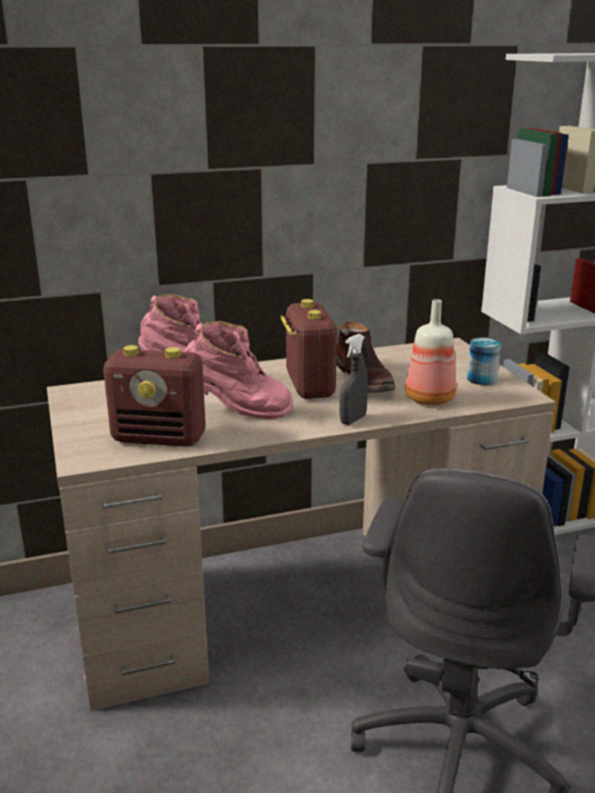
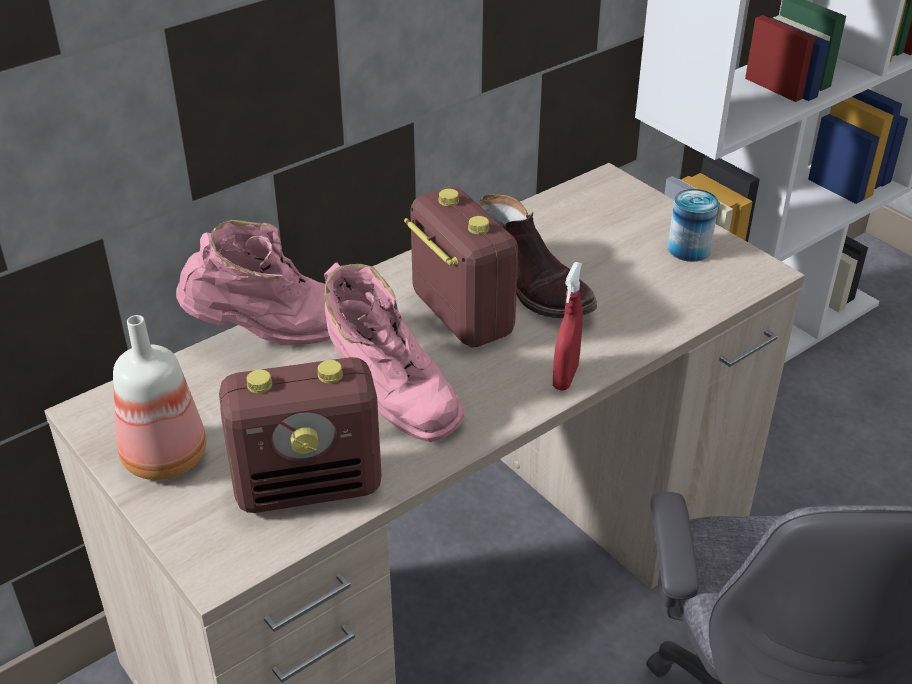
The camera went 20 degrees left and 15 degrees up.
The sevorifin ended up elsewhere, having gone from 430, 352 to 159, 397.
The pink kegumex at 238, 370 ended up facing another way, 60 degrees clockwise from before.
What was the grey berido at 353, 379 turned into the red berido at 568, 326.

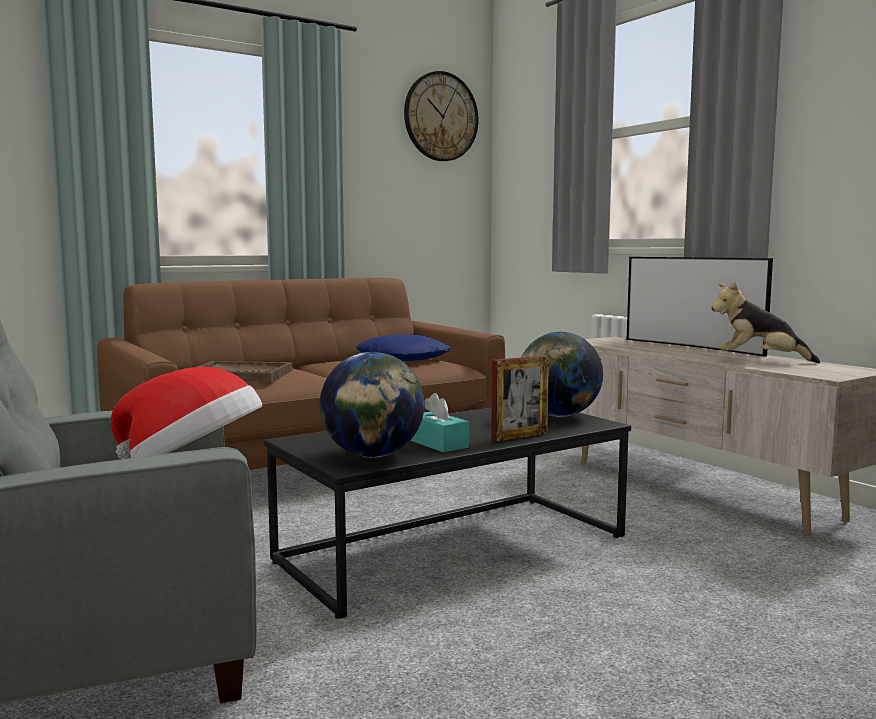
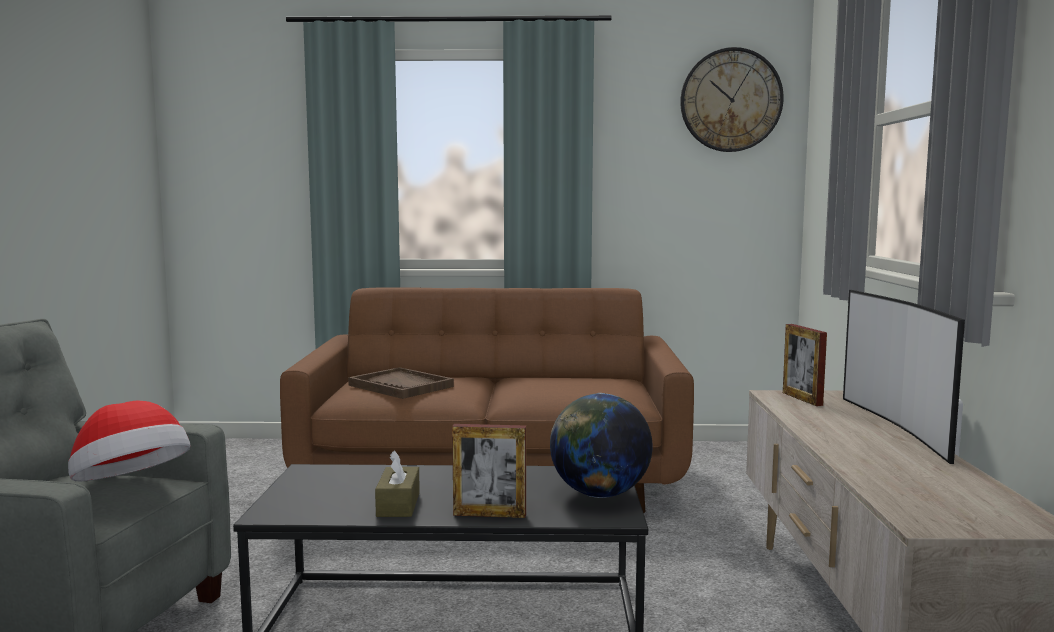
The camera went 35 degrees right and 0 degrees up.
The second view lost the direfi at 765, 322.
The second view lost the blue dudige at 404, 348.
The second view lost the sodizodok at 372, 405.
What was the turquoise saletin at 439, 422 turned into the brown saletin at 397, 483.
The second view gained the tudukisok at 805, 365.

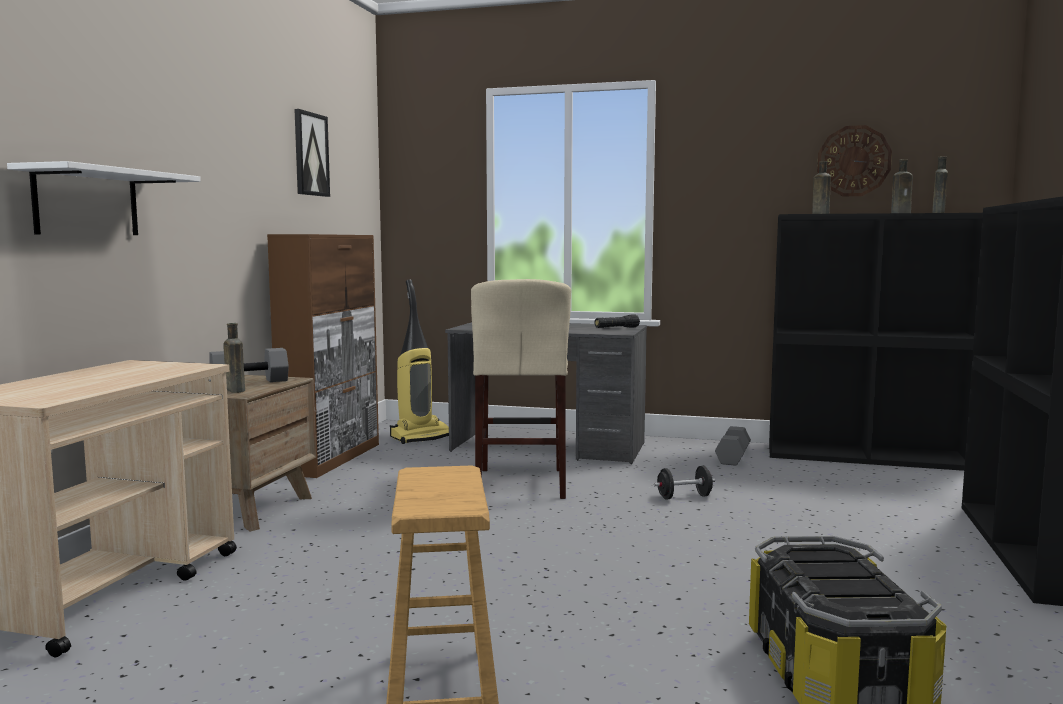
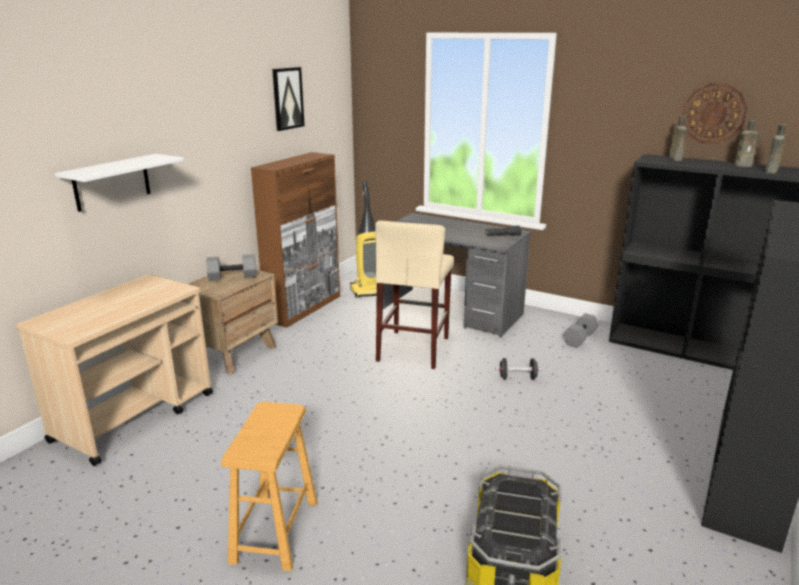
The camera went 15 degrees right and 15 degrees up.
The second view lost the brown sevorifin at 234, 358.

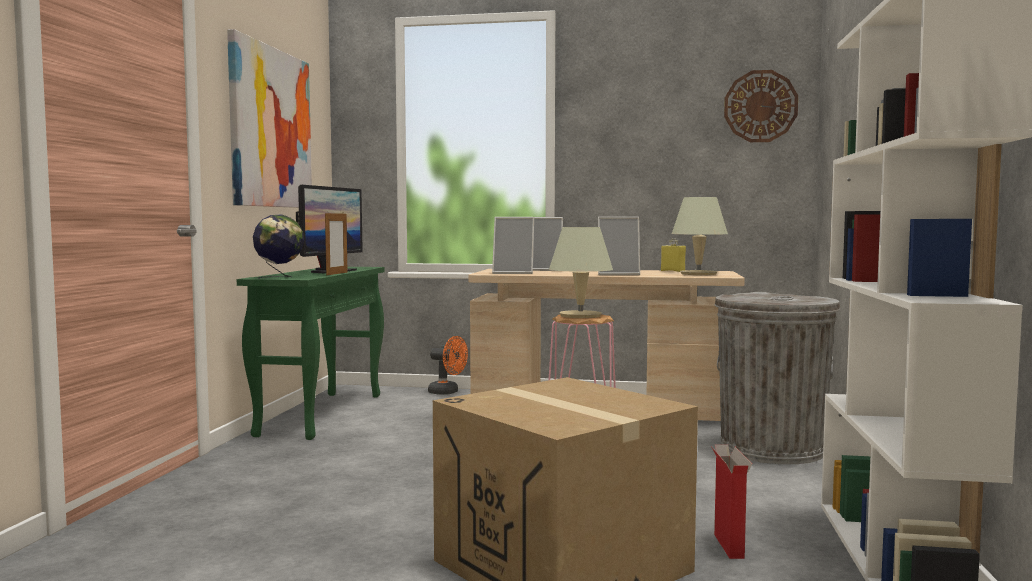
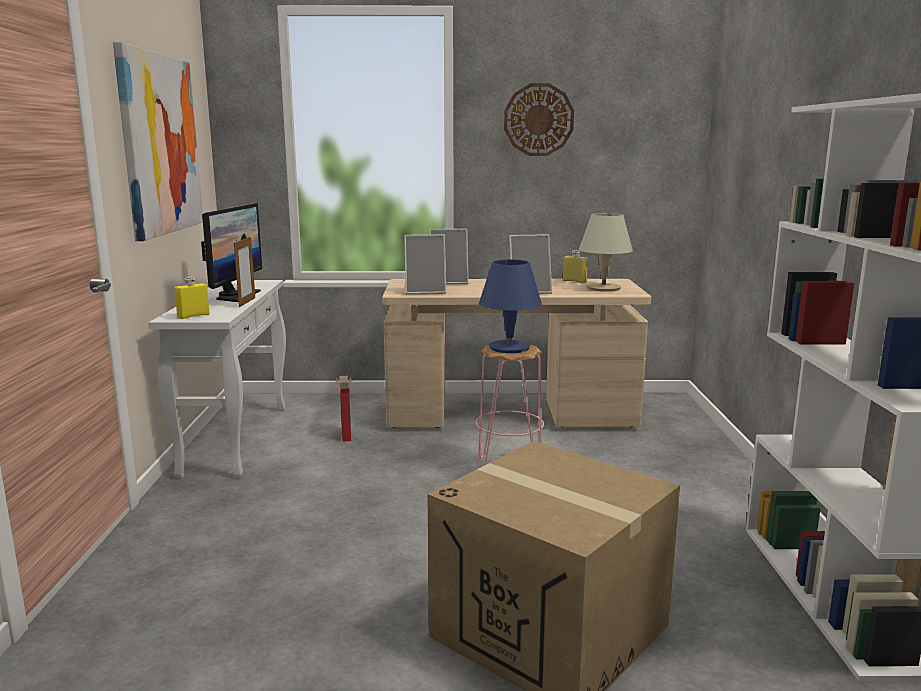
The camera went 10 degrees left and 10 degrees up.
The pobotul ended up elsewhere, having gone from 761, 106 to 539, 119.
Where the sodizodok stood at 278, 247, the yellow sevorifin came to stand at 192, 298.
What was the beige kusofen at 581, 272 turned into the blue kusofen at 510, 306.
What was the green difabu at 311, 353 turned into the white difabu at 217, 379.
The second view lost the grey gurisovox at 777, 378.
The second view lost the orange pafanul at 448, 365.
The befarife ended up elsewhere, having gone from 732, 501 to 344, 409.

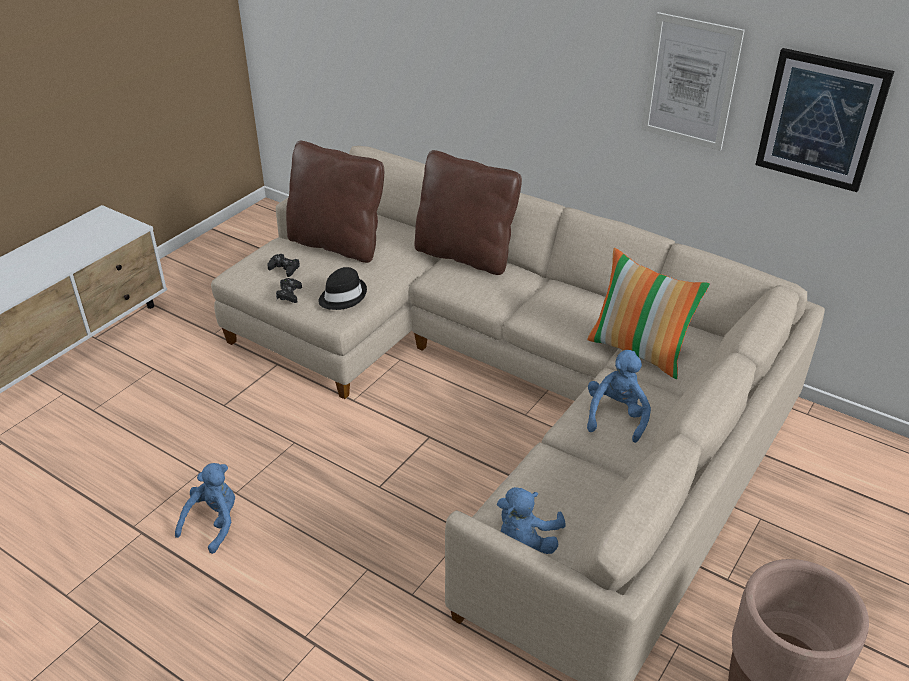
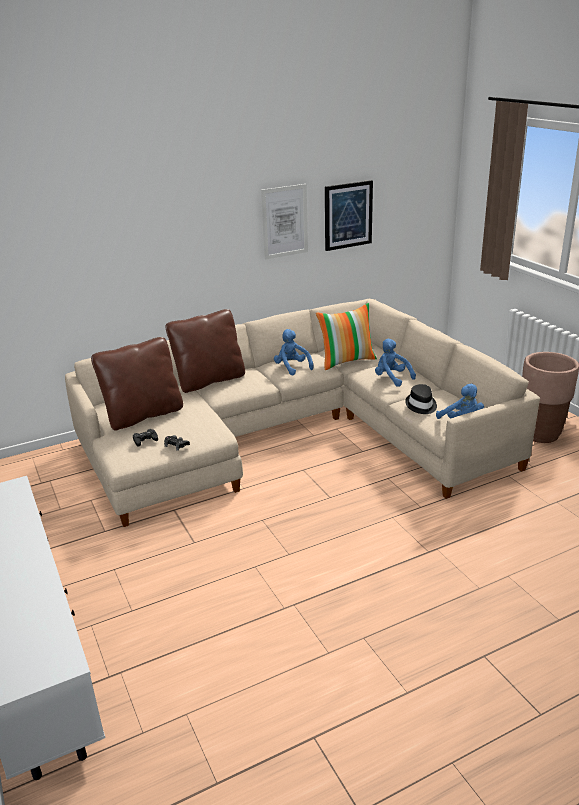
The camera went 60 degrees left and 10 degrees down.
The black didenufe ended up elsewhere, having gone from 342, 288 to 421, 399.
The blue direfi ended up elsewhere, having gone from 205, 508 to 294, 352.

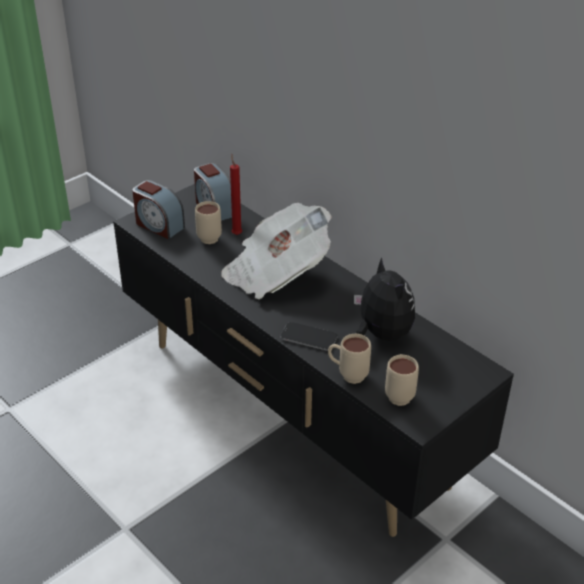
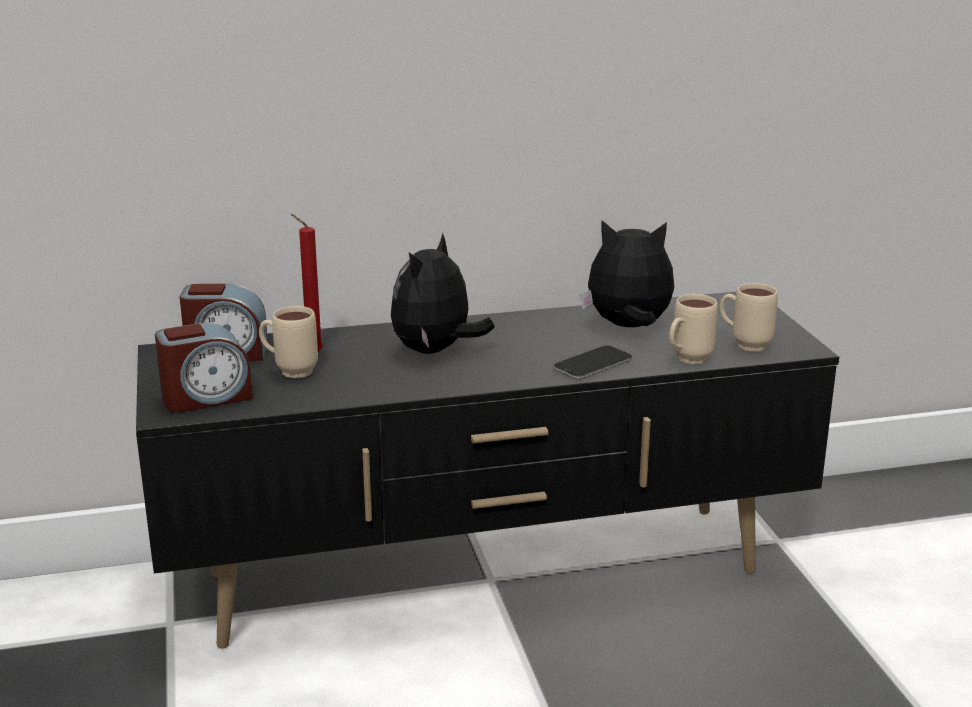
The camera went 60 degrees left and 15 degrees down.
Where the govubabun stood at 277, 251, the direfi came to stand at 443, 293.

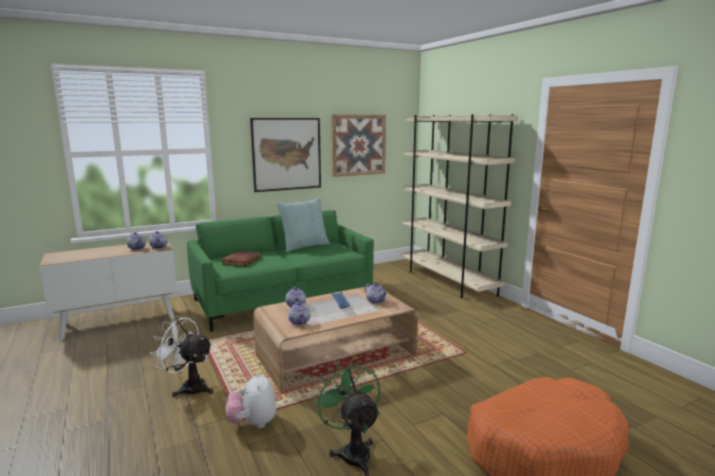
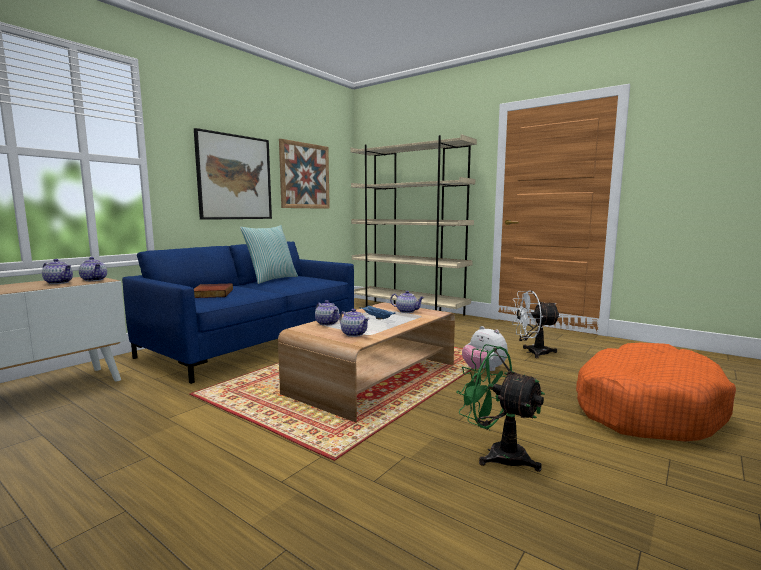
The camera went 25 degrees left and 5 degrees down.
What was the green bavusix at 280, 271 turned into the blue bavusix at 238, 312.
The white pafanul ended up elsewhere, having gone from 181, 356 to 536, 324.
The direfi ended up elsewhere, having gone from 251, 400 to 485, 348.

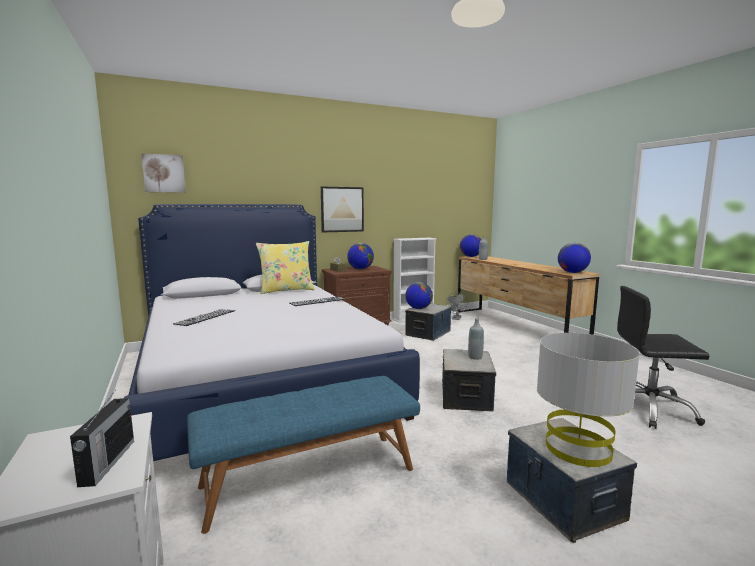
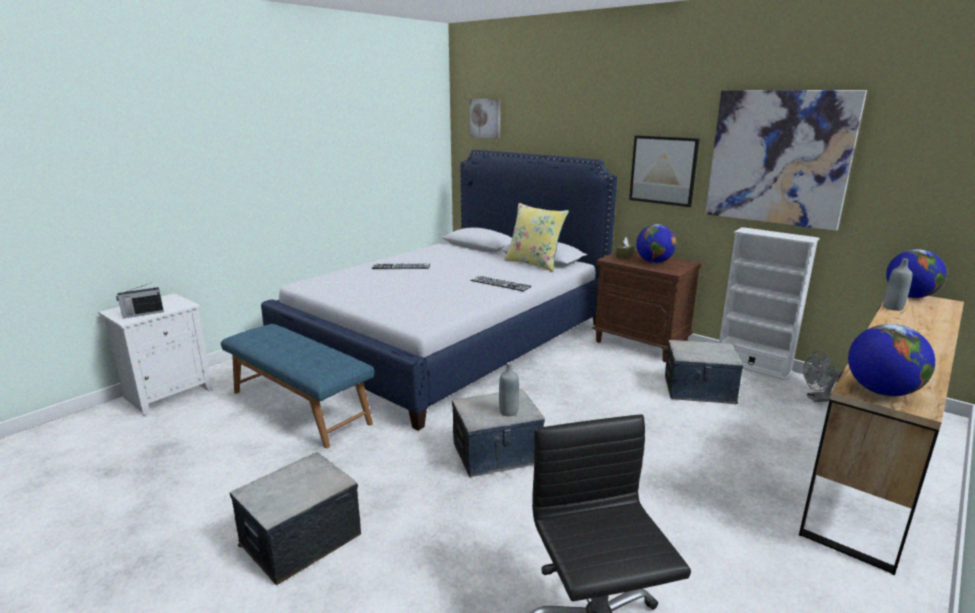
The camera went 65 degrees right and 10 degrees up.
The second view lost the sodizodok at 419, 295.
The second view lost the grey kusofen at 588, 400.
The second view gained the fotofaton at 786, 160.

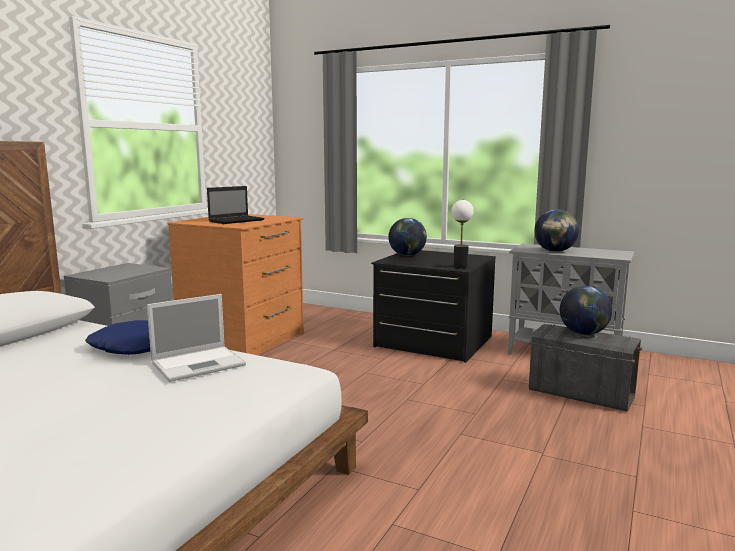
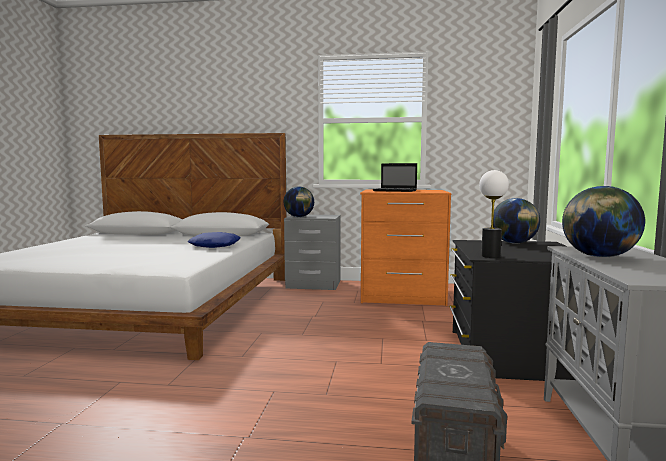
The camera went 70 degrees right and 5 degrees down.
The sodizodok ended up elsewhere, having gone from 586, 310 to 299, 201.
The second view lost the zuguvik at 196, 338.

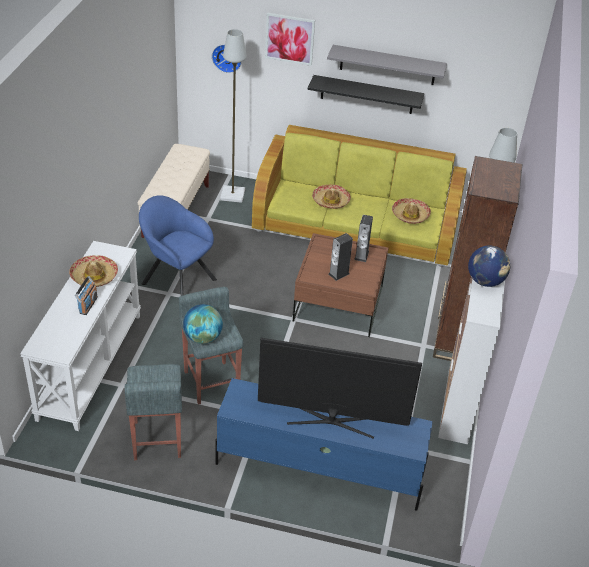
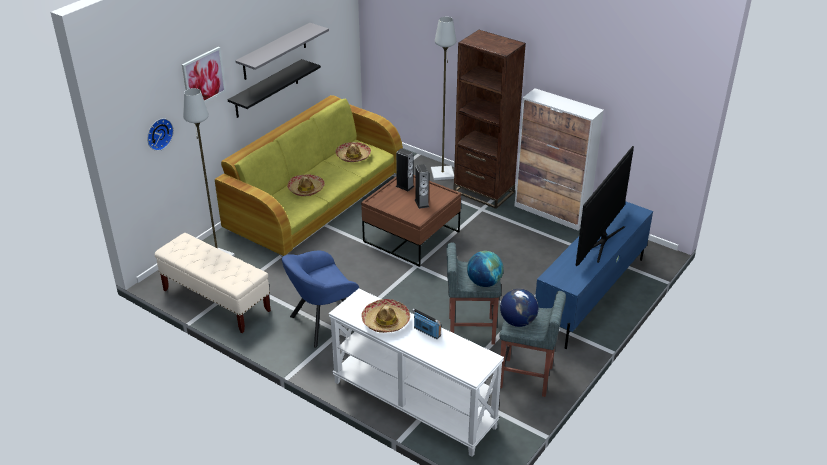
The camera went 65 degrees left and 5 degrees down.
The sodizodok ended up elsewhere, having gone from 489, 266 to 519, 308.

